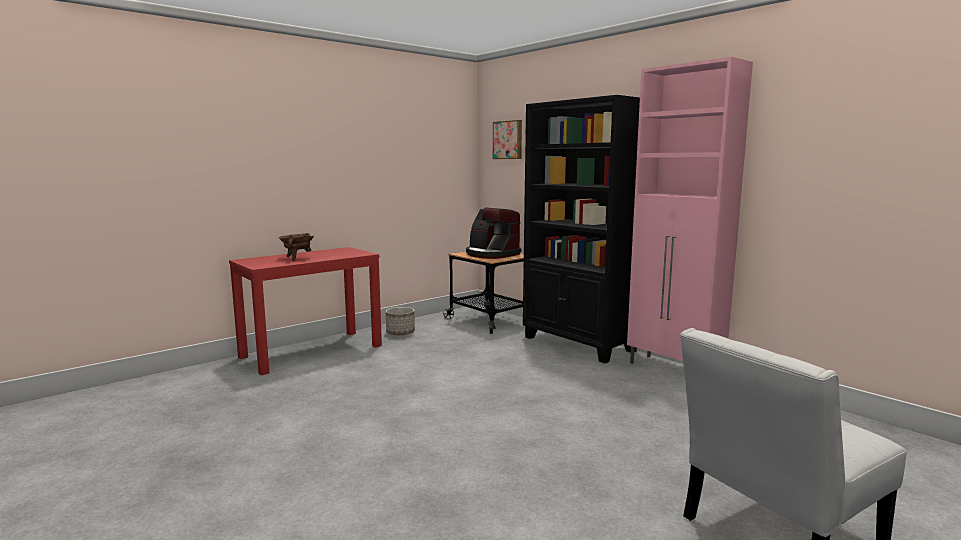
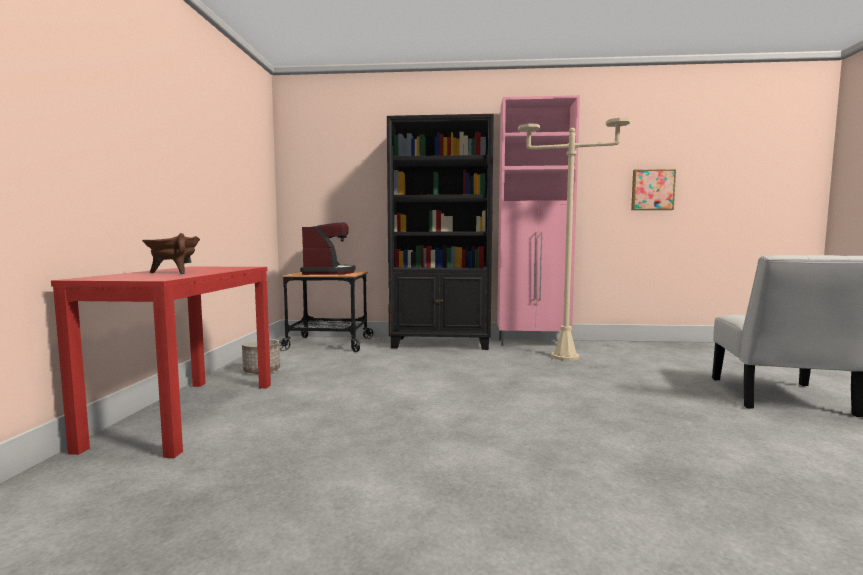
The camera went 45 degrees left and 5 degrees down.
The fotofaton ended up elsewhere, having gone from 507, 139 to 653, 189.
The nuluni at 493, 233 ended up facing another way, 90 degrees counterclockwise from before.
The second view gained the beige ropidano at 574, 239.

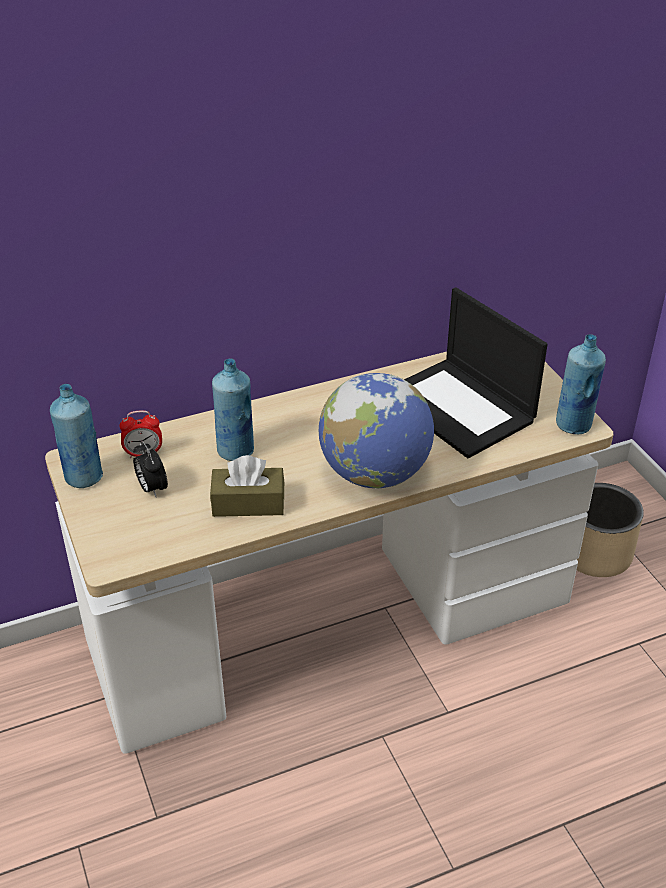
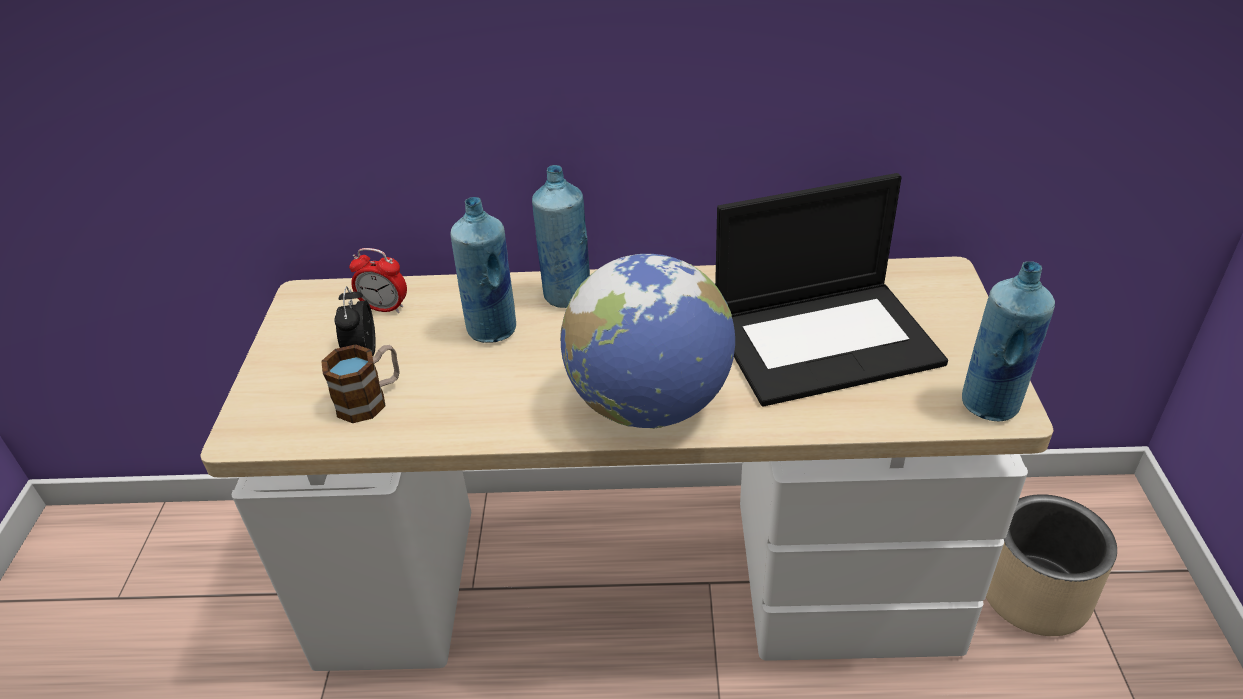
The camera went 25 degrees right and 0 degrees up.
The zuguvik at 476, 372 ended up facing another way, 90 degrees counterclockwise from before.
The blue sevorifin ended up elsewhere, having gone from 76, 436 to 561, 236.
The second view lost the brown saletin at 247, 486.
The second view gained the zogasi at 360, 383.

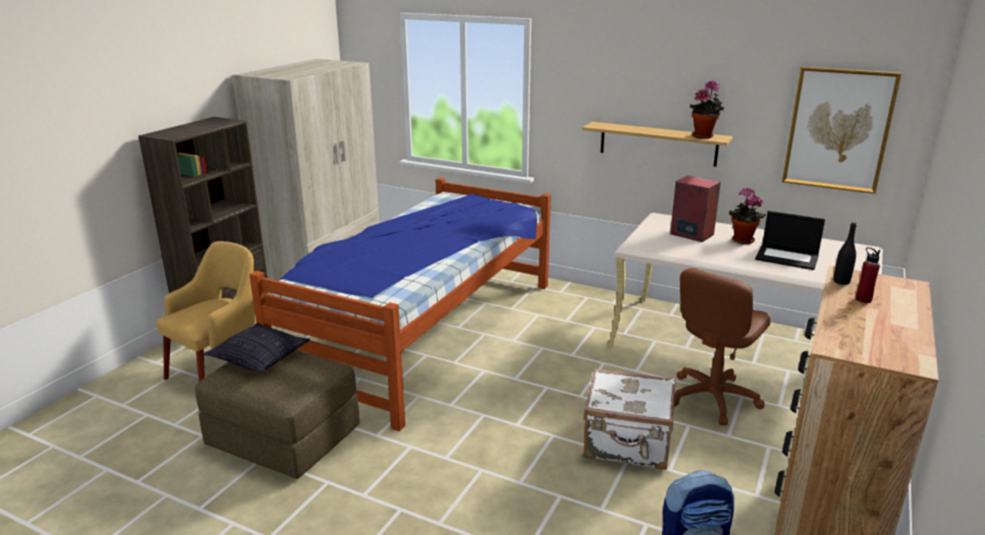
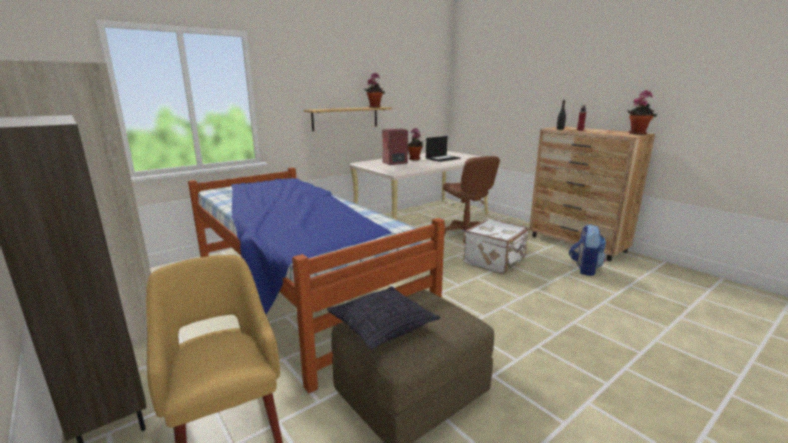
The camera went 65 degrees left and 5 degrees down.
The second view lost the fotofaton at 841, 130.
The second view gained the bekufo at 642, 112.

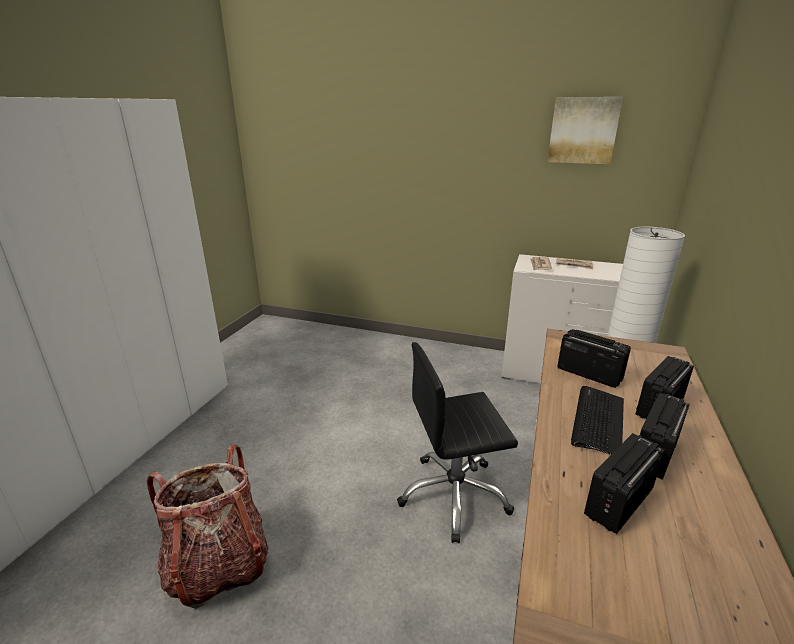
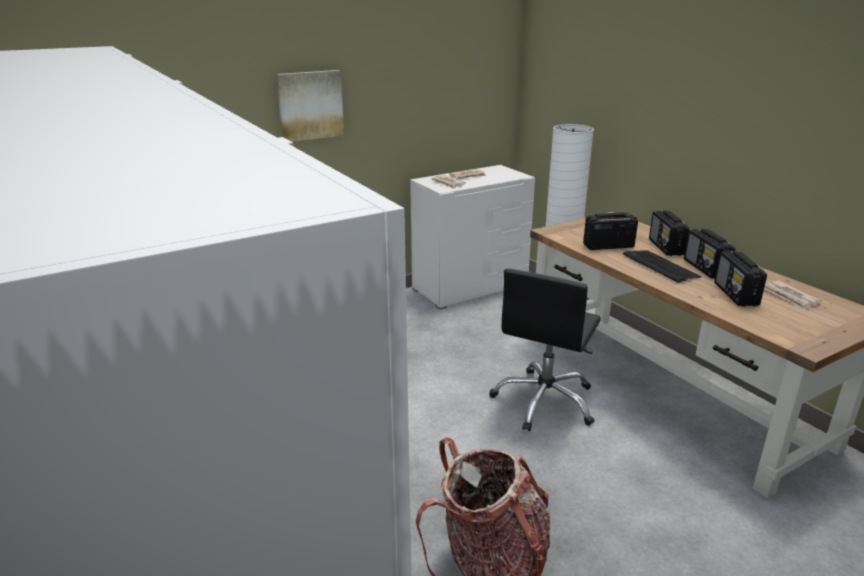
The camera went 50 degrees left and 0 degrees up.
The fotofaton ended up elsewhere, having gone from 585, 130 to 310, 106.
The second view gained the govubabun at 793, 295.

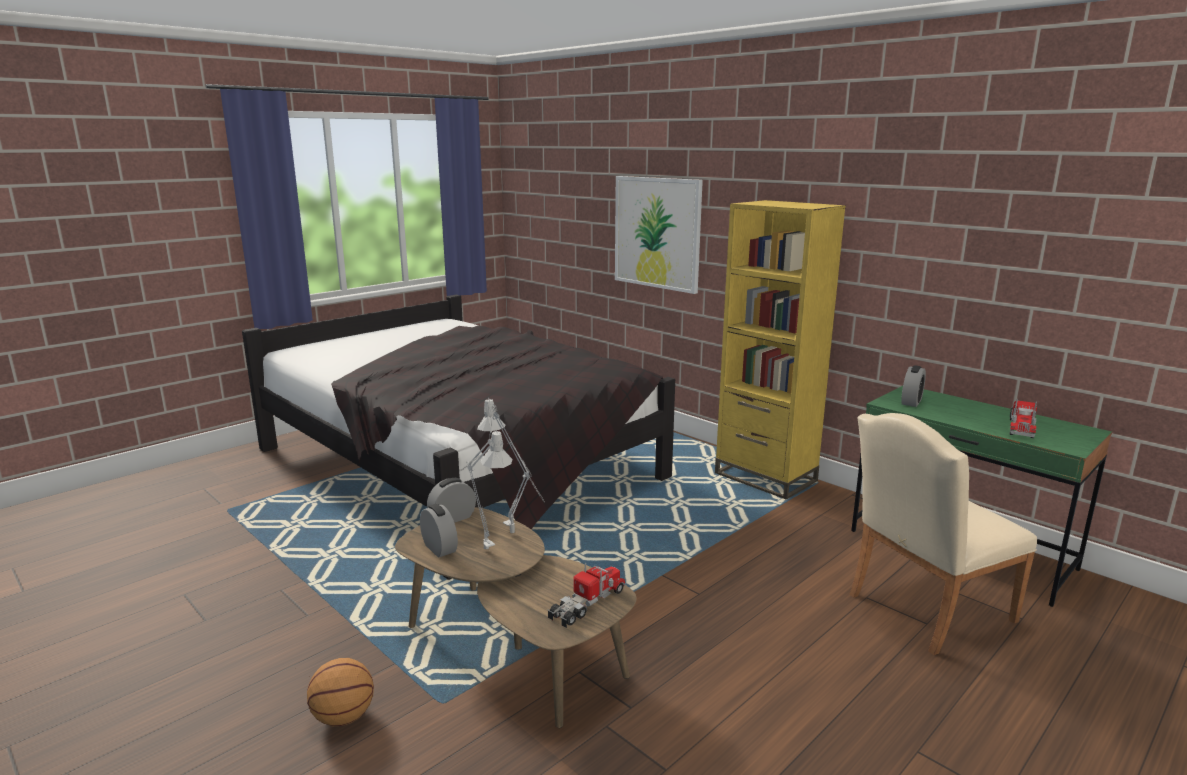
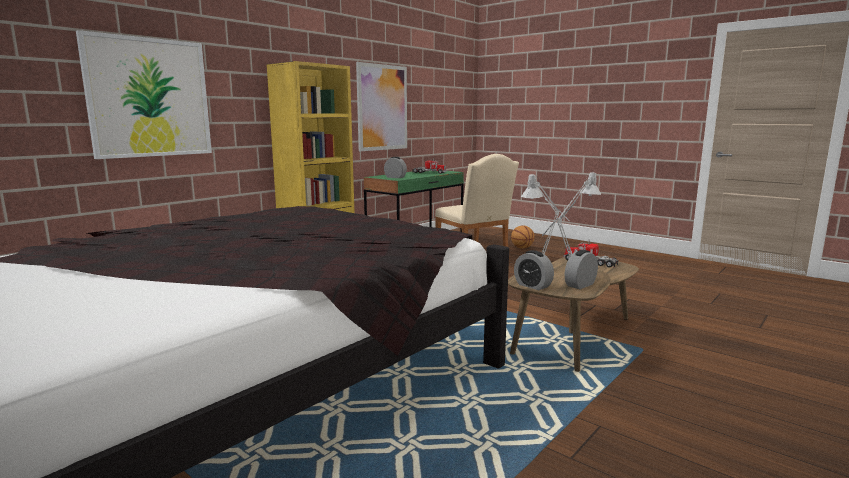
The camera went 95 degrees left and 5 degrees down.
The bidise ended up elsewhere, having gone from 340, 692 to 523, 237.
The second view gained the fotofaton at 381, 106.

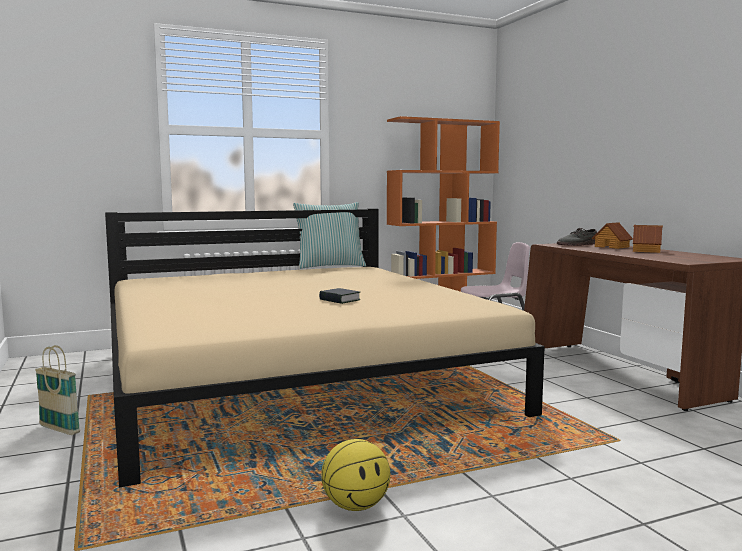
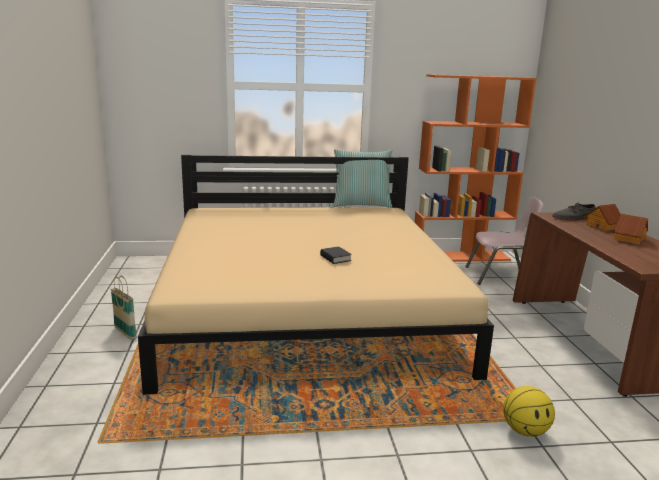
The camera went 15 degrees right and 10 degrees up.
The bidise ended up elsewhere, having gone from 355, 475 to 529, 411.

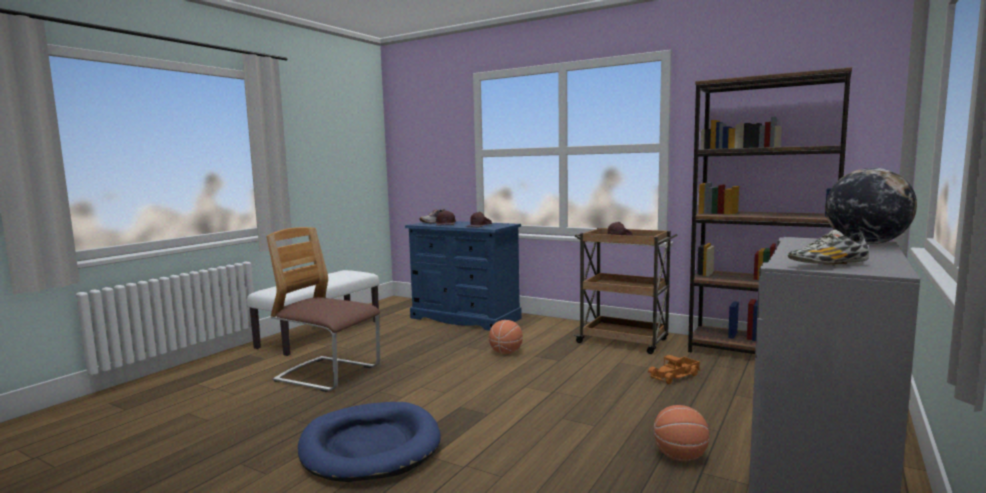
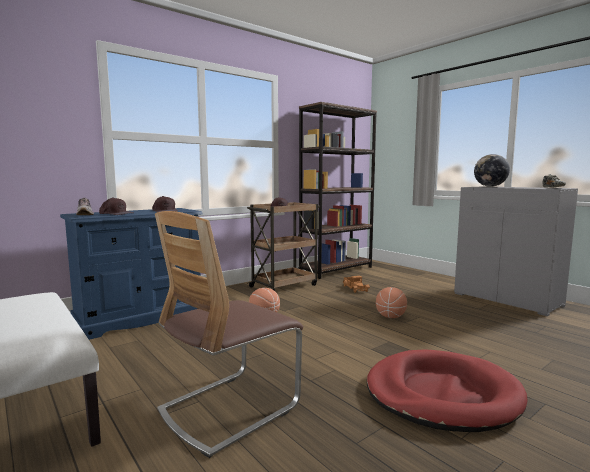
The camera went 70 degrees left and 0 degrees up.
What was the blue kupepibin at 369, 442 turned into the red kupepibin at 447, 390.
The bidise ended up elsewhere, having gone from 681, 433 to 391, 302.

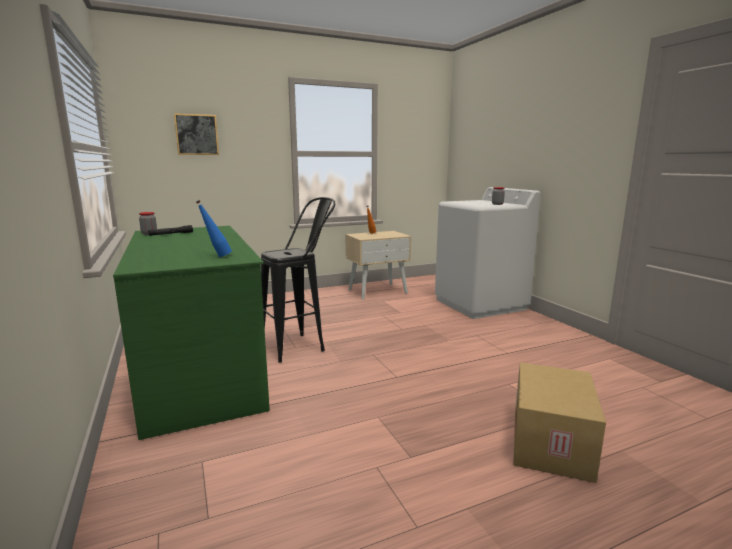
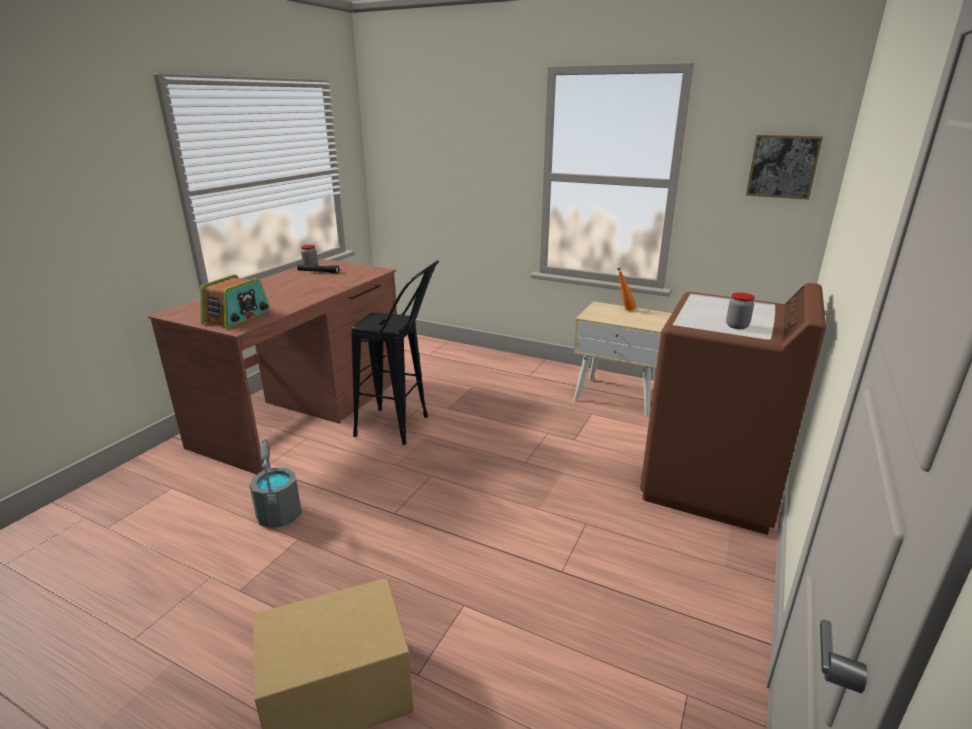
The camera went 50 degrees right and 10 degrees up.
The fotofaton ended up elsewhere, having gone from 196, 134 to 784, 167.
What was the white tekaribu at 487, 253 turned into the brown tekaribu at 733, 409.
Where the blue sevorifin stood at 214, 228, the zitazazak came to stand at 235, 302.
What was the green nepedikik at 191, 333 turned into the brown nepedikik at 272, 367.
The second view gained the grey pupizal at 275, 483.

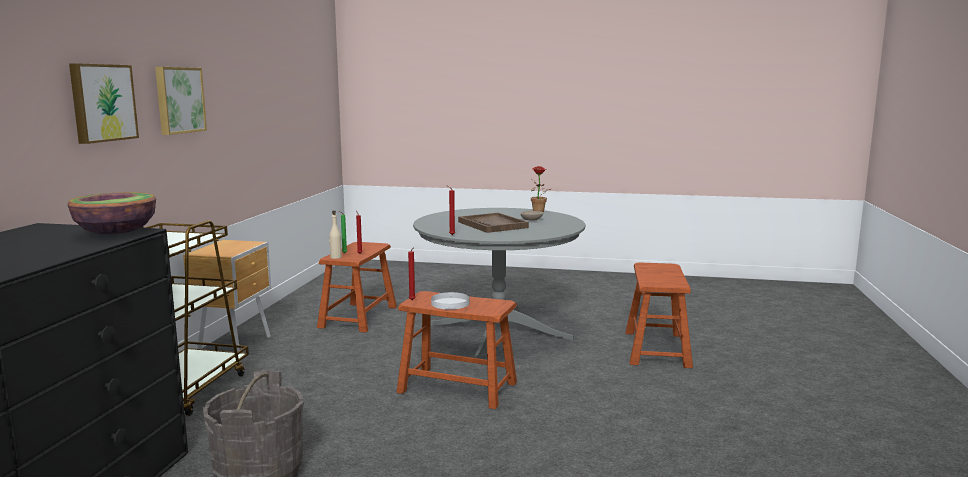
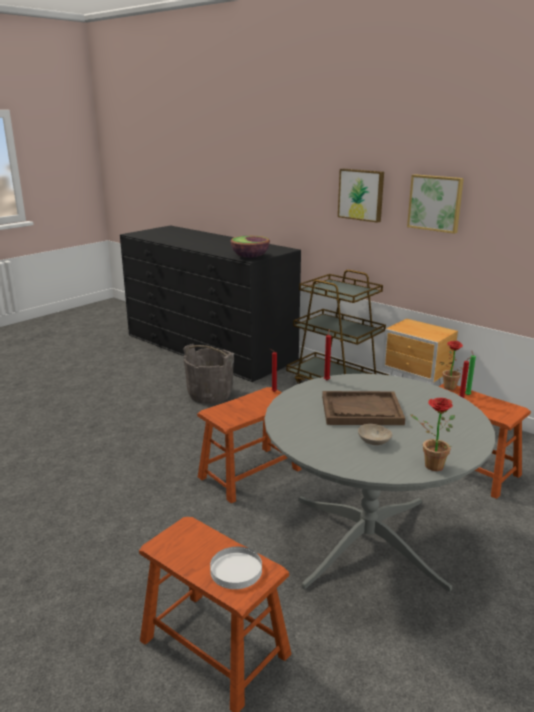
The camera went 120 degrees right and 10 degrees up.
Where the beige sevorifin stood at 335, 234, the bekufo came to stand at 454, 365.
The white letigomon ended up elsewhere, having gone from 450, 301 to 236, 568.

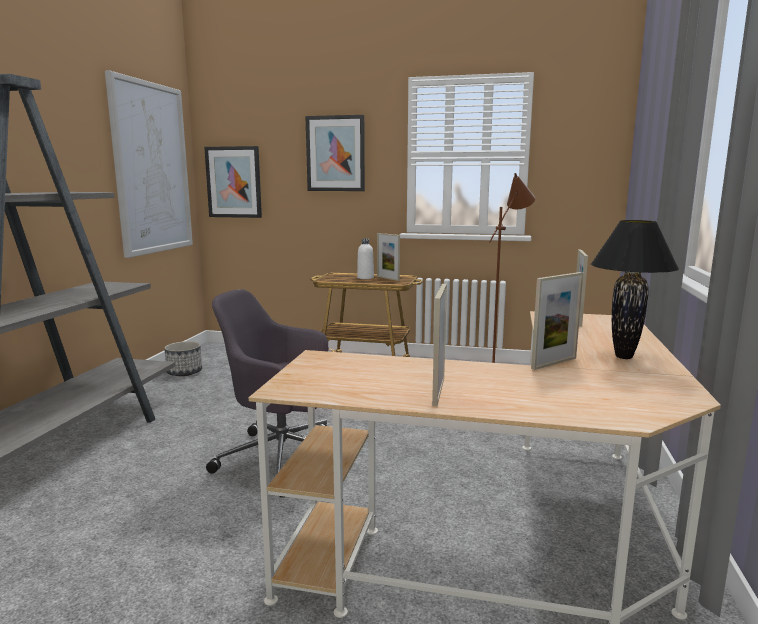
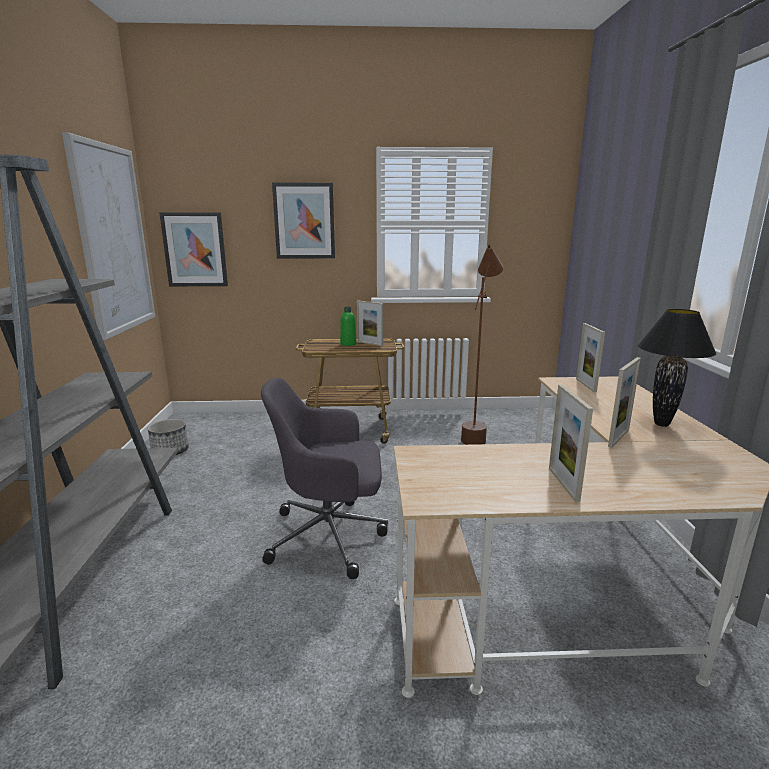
The camera went 15 degrees left and 5 degrees up.
What was the white sevorifin at 365, 259 turned into the green sevorifin at 348, 326.

